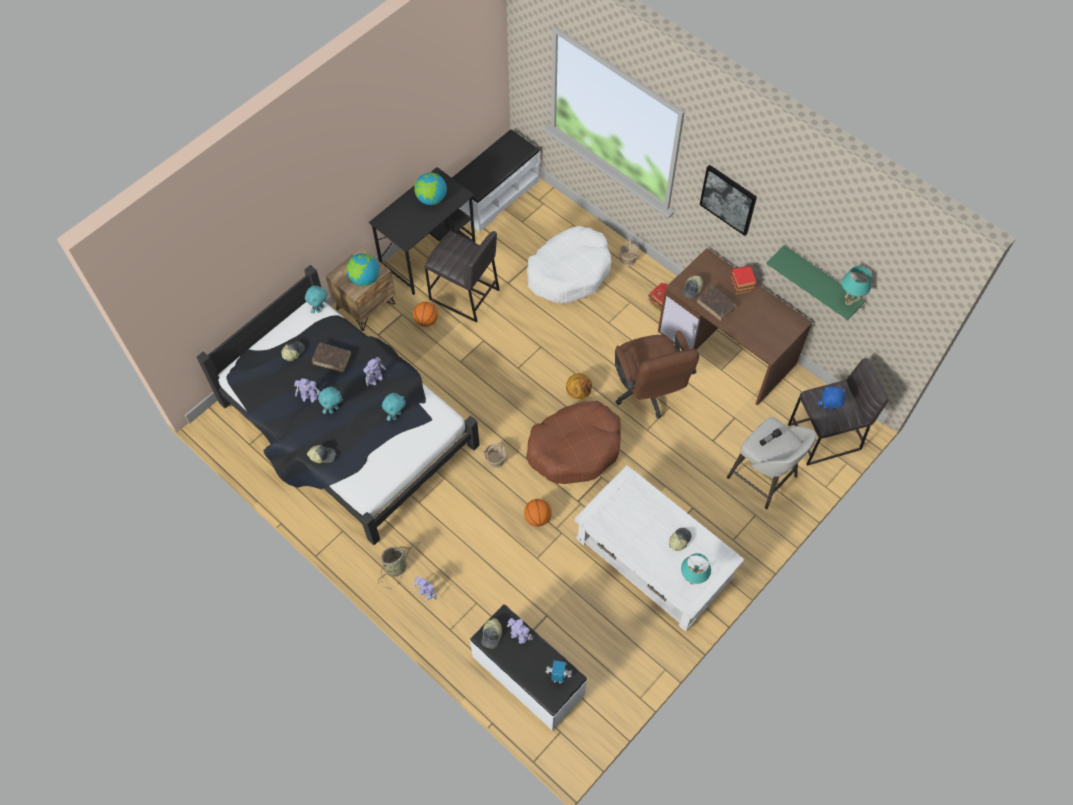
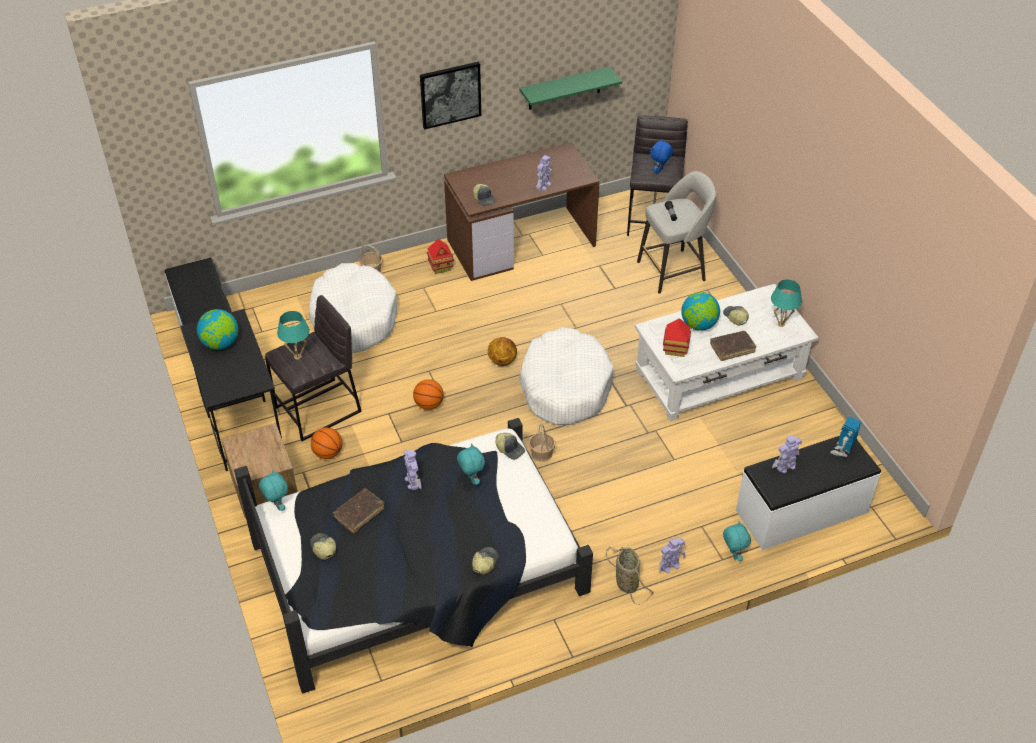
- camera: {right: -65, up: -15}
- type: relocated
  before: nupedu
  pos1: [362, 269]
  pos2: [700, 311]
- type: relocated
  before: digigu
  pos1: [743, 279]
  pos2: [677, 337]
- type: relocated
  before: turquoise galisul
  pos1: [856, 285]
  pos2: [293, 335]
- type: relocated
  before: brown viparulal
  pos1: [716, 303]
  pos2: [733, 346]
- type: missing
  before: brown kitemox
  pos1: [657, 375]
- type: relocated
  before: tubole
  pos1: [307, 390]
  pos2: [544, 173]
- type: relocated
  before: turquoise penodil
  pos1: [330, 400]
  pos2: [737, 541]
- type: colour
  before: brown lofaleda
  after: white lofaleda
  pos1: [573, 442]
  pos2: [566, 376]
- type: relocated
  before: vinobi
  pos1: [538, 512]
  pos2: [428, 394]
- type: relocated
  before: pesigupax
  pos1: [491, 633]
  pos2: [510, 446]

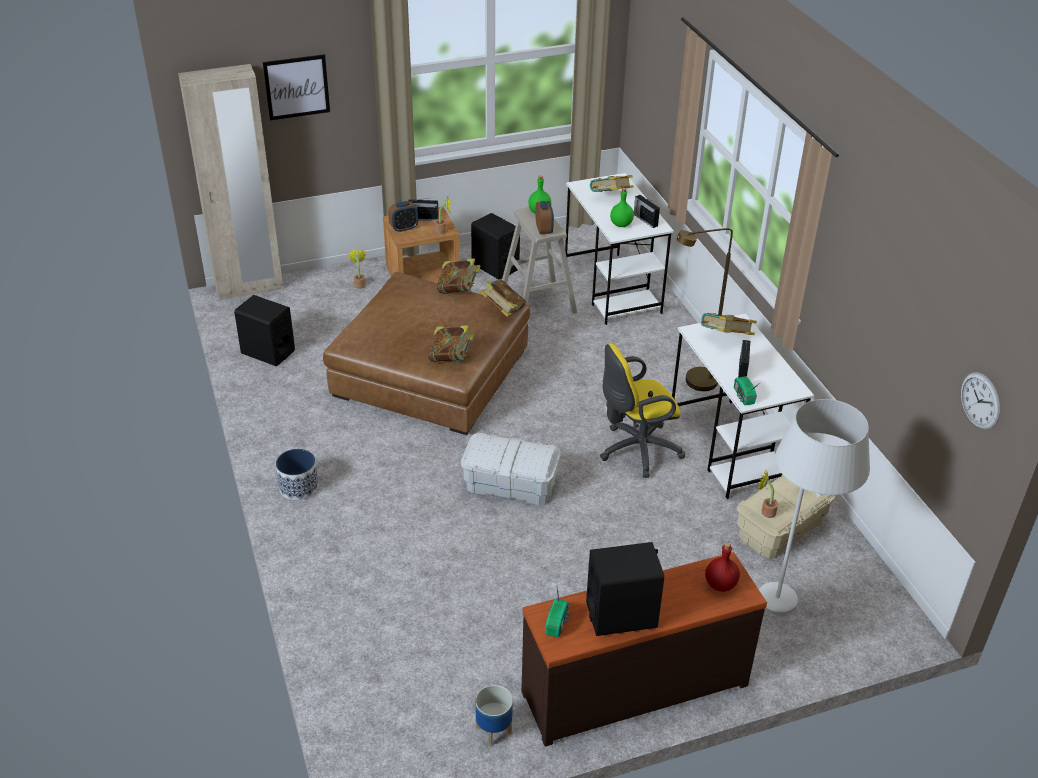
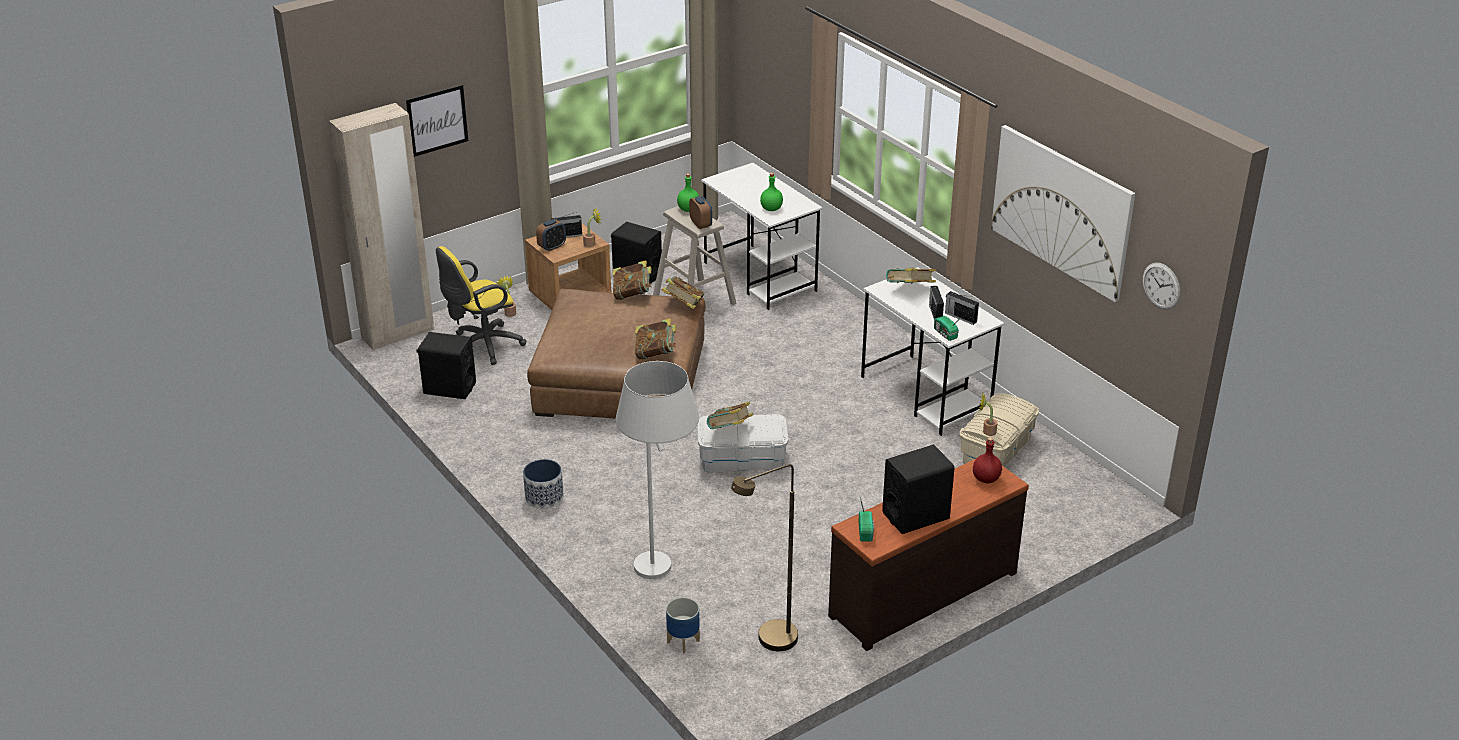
- camera: {right: -15, up: -5}
- type: relocated
  before: viparulal
  pos1: [612, 183]
  pos2: [730, 415]
- type: relocated
  before: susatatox
  pos1: [647, 211]
  pos2: [962, 308]
- type: relocated
  before: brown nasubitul
  pos1: [705, 309]
  pos2: [764, 557]
- type: relocated
  before: yellow kitemox
  pos1: [643, 410]
  pos2: [481, 305]
- type: relocated
  before: white nasubitul
  pos1: [814, 507]
  pos2: [657, 470]
- type: relocated
  before: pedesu
  pos1: [494, 715]
  pos2: [683, 625]
- type: appeared
  after: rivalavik
  pos2: [1063, 213]

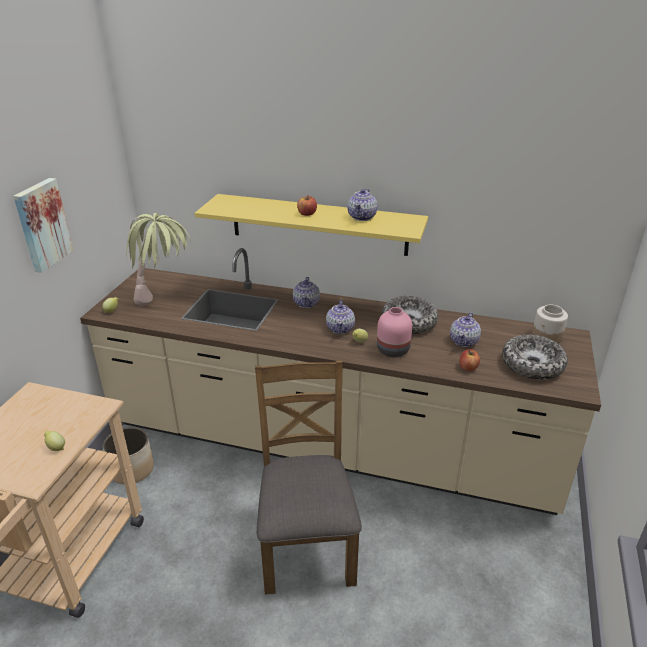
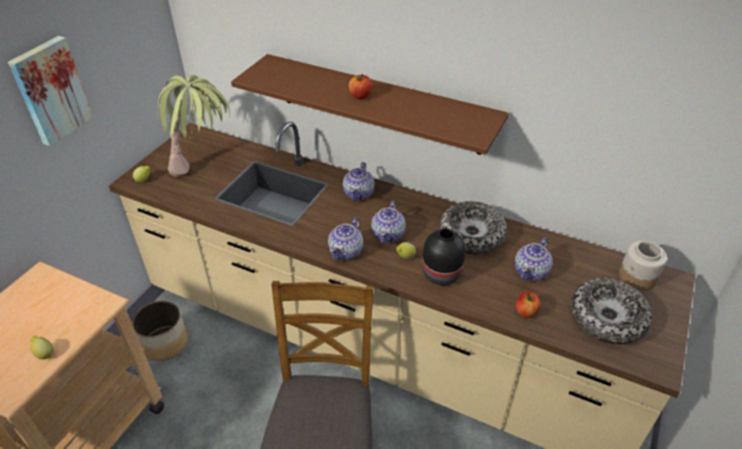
- camera: {right: 10, up: 10}
- type: relocated
  before: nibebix
  pos1: [362, 205]
  pos2: [345, 238]
- type: colour
  before: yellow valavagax
  after: brown valavagax
  pos1: [311, 225]
  pos2: [370, 104]
- type: colour
  before: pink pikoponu
  after: black pikoponu
  pos1: [394, 332]
  pos2: [444, 256]

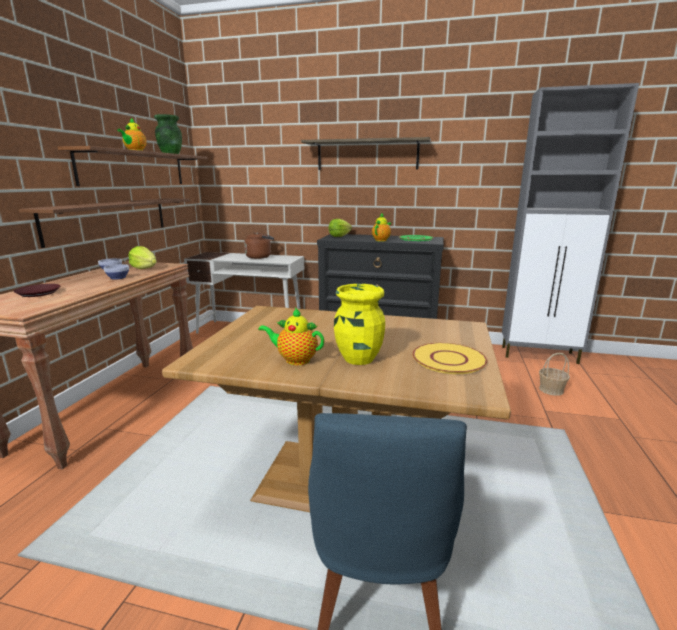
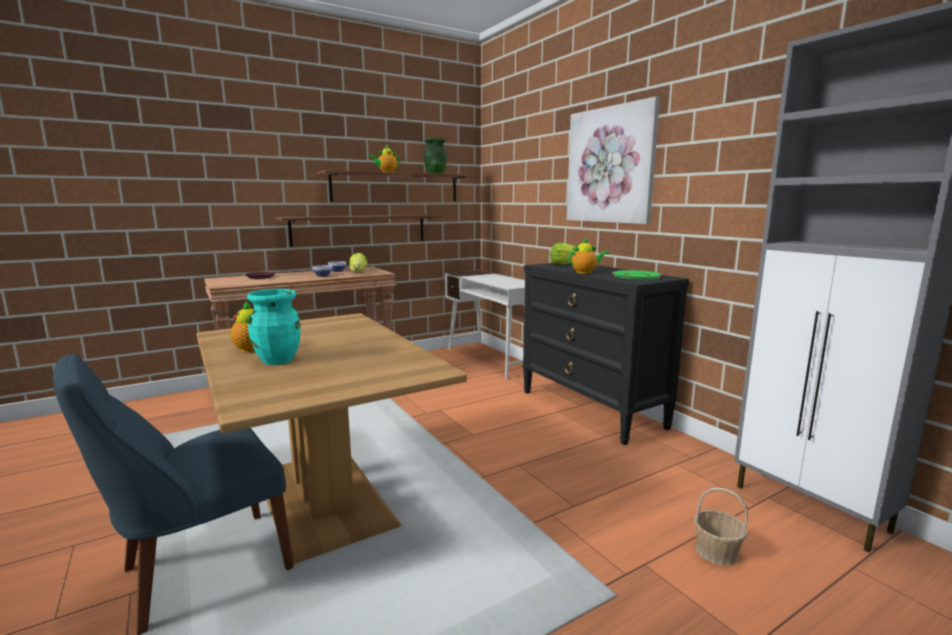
- camera: {right: 45, up: -5}
- type: exchanged
  before: valavagax
  after: rivalavik
  pos1: [366, 153]
  pos2: [613, 160]
- type: missing
  before: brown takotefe
  pos1: [259, 245]
- type: colour
  before: yellow pikoponu
  after: turquoise pikoponu
  pos1: [359, 324]
  pos2: [274, 327]
- type: missing
  before: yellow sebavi
  pos1: [450, 358]

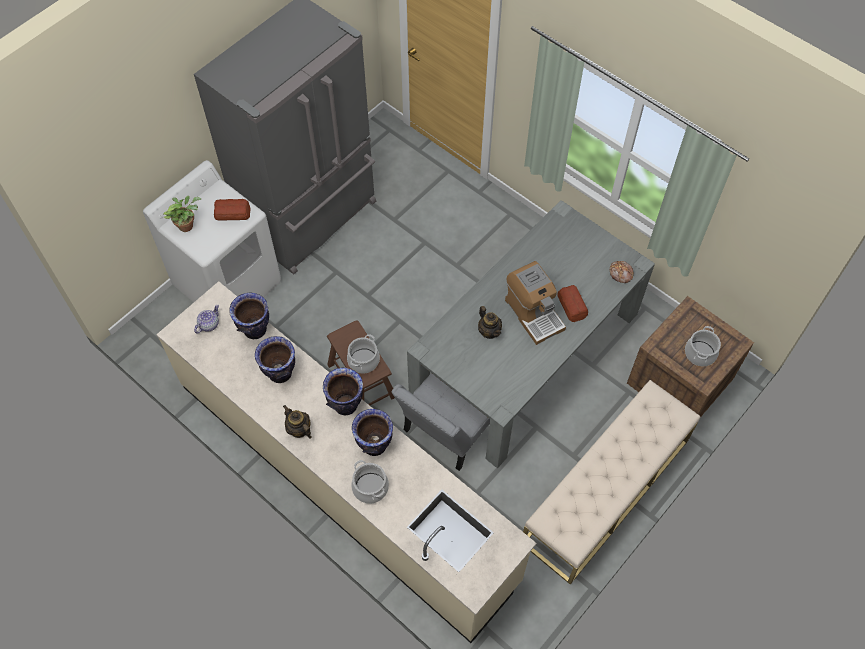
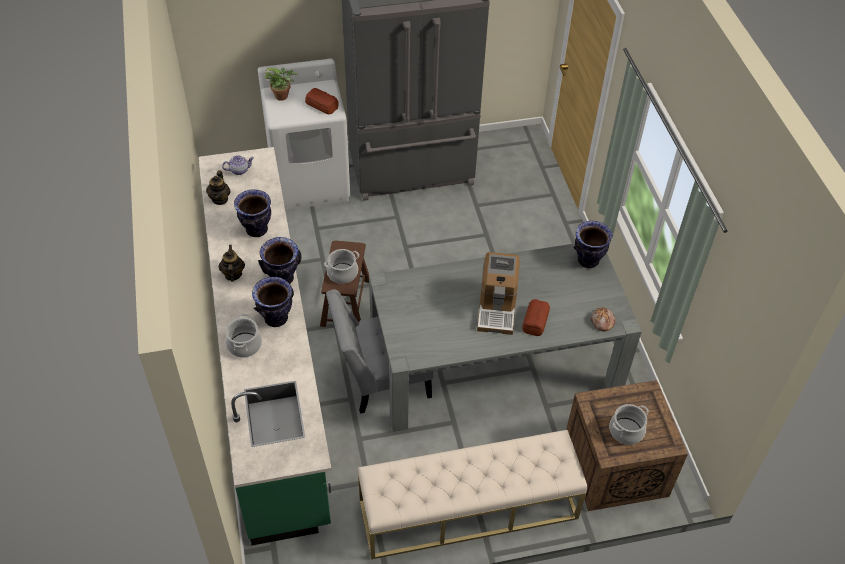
- camera: {right: 35, up: -10}
- type: colour
  before: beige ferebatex
  after: green ferebatex
  pos1: [346, 462]
  pos2: [265, 346]
- type: relocated
  before: pikoponu
  pos1: [249, 316]
  pos2: [593, 244]
- type: relocated
  before: nibebix
  pos1: [490, 322]
  pos2: [218, 188]

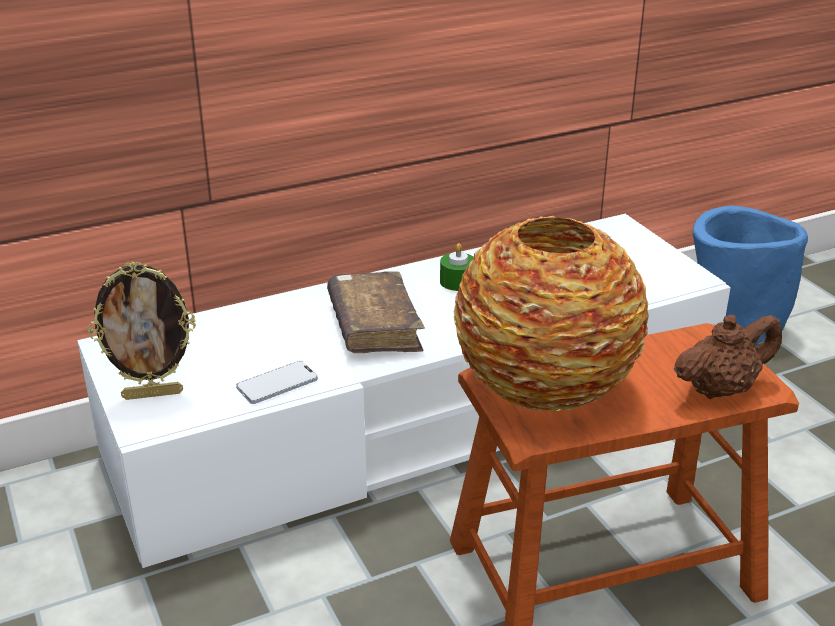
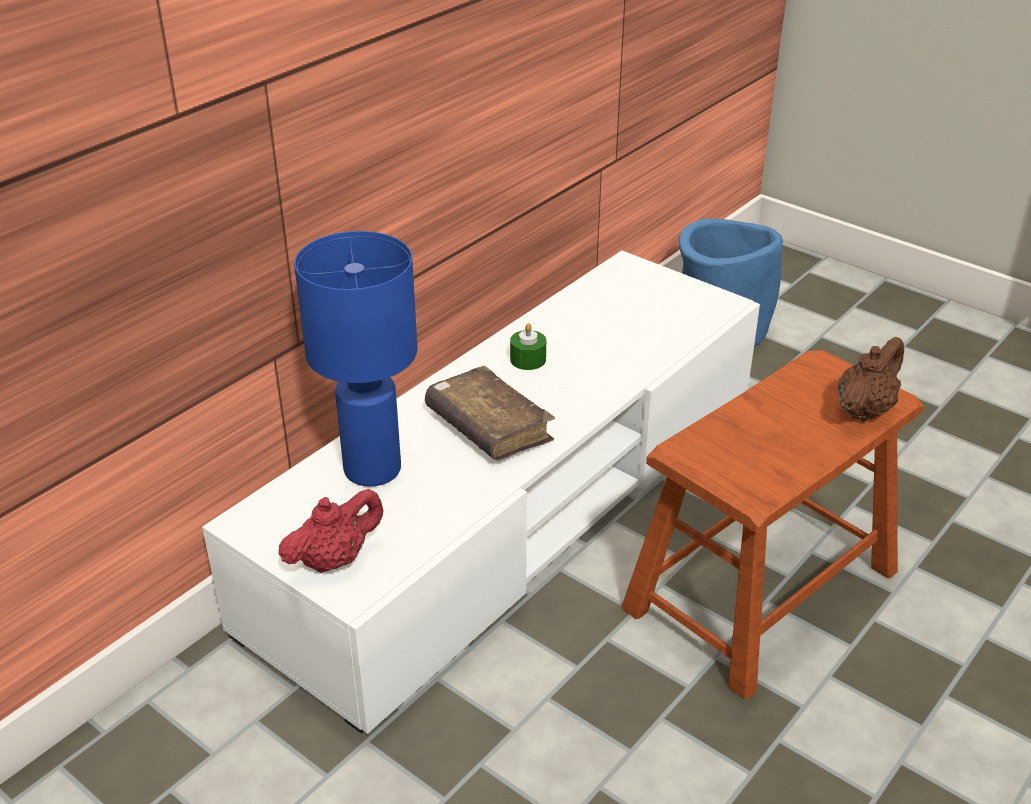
- camera: {right: -25, up: 5}
- type: missing
  before: pikoponu
  pos1: [551, 313]
- type: exchanged
  before: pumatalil
  after: red nibebix
  pos1: [142, 330]
  pos2: [331, 531]
- type: missing
  before: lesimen
  pos1: [277, 382]
- type: appeared
  after: blue galisul
  pos2: [356, 359]

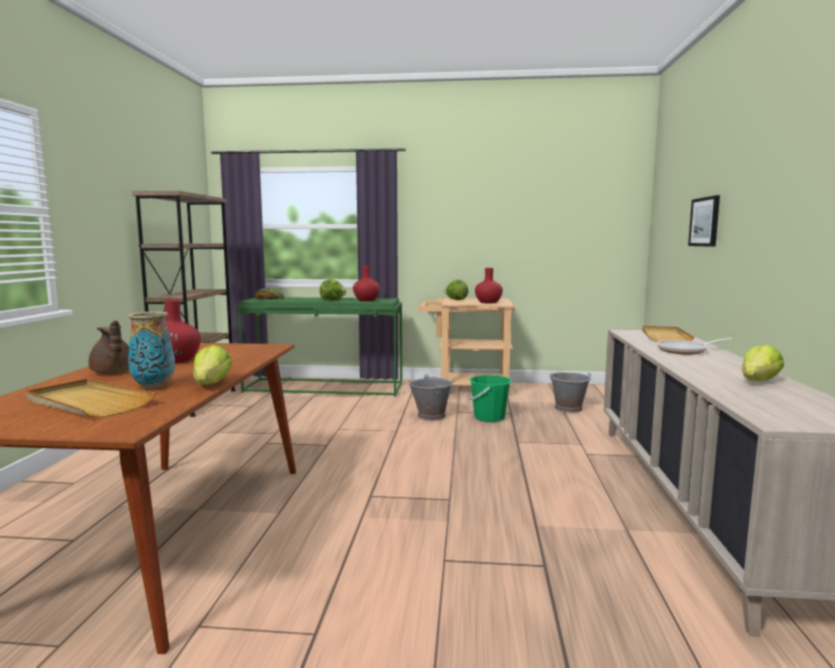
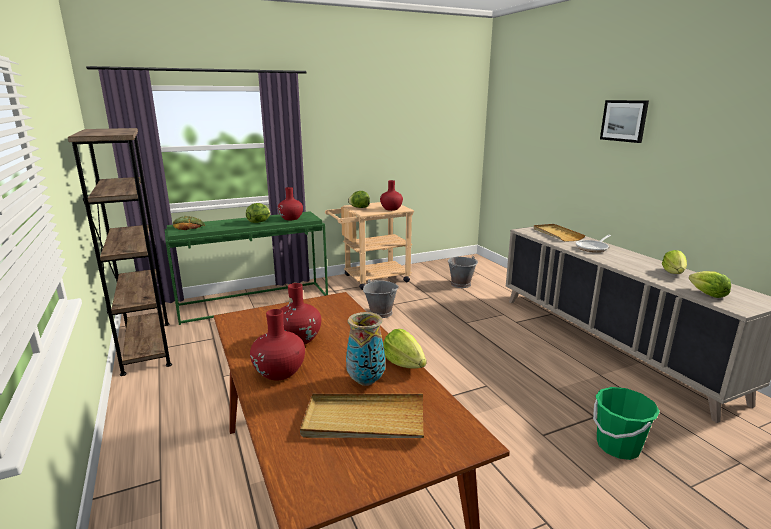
- camera: {right: -30, up: 10}
- type: relocated
  before: rivalavik
  pos1: [704, 221]
  pos2: [624, 121]
- type: exchanged
  before: brown nibebix
  after: red pikoponu
  pos1: [109, 346]
  pos2: [277, 344]
- type: relocated
  before: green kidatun
  pos1: [490, 398]
  pos2: [626, 423]
- type: appeared
  after: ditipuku
  pos2: [710, 284]

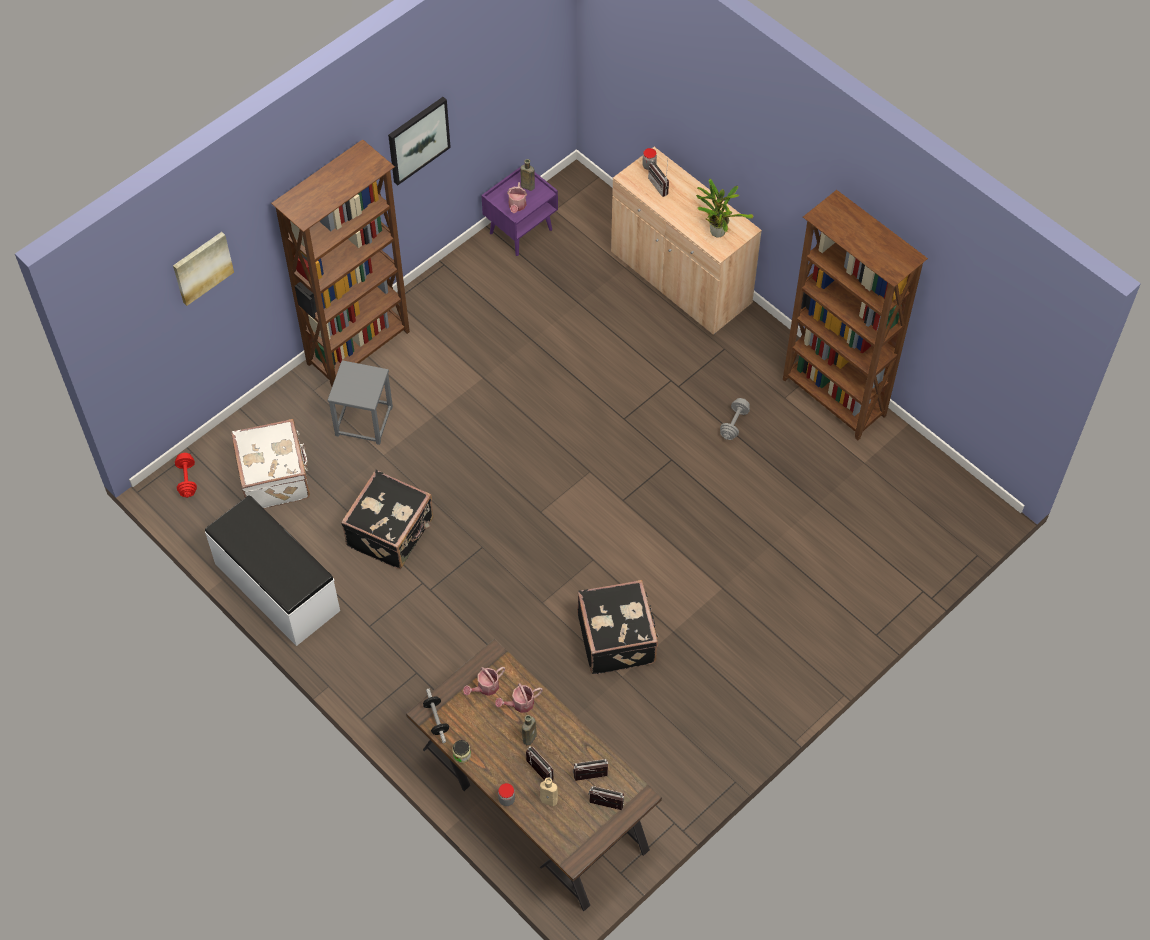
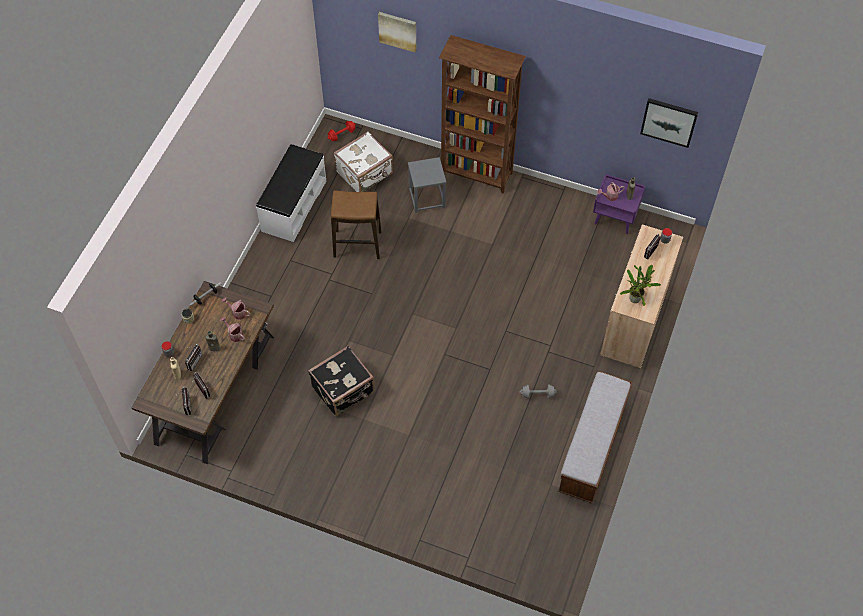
- camera: {right: 65, up: 0}
- type: relocated
  before: rivalavik
  pos1: [419, 141]
  pos2: [669, 123]
- type: exchanged
  before: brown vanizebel
  after: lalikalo
  pos1: [855, 315]
  pos2: [595, 437]
- type: exchanged
  before: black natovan
  after: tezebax
  pos1: [387, 519]
  pos2: [356, 225]

